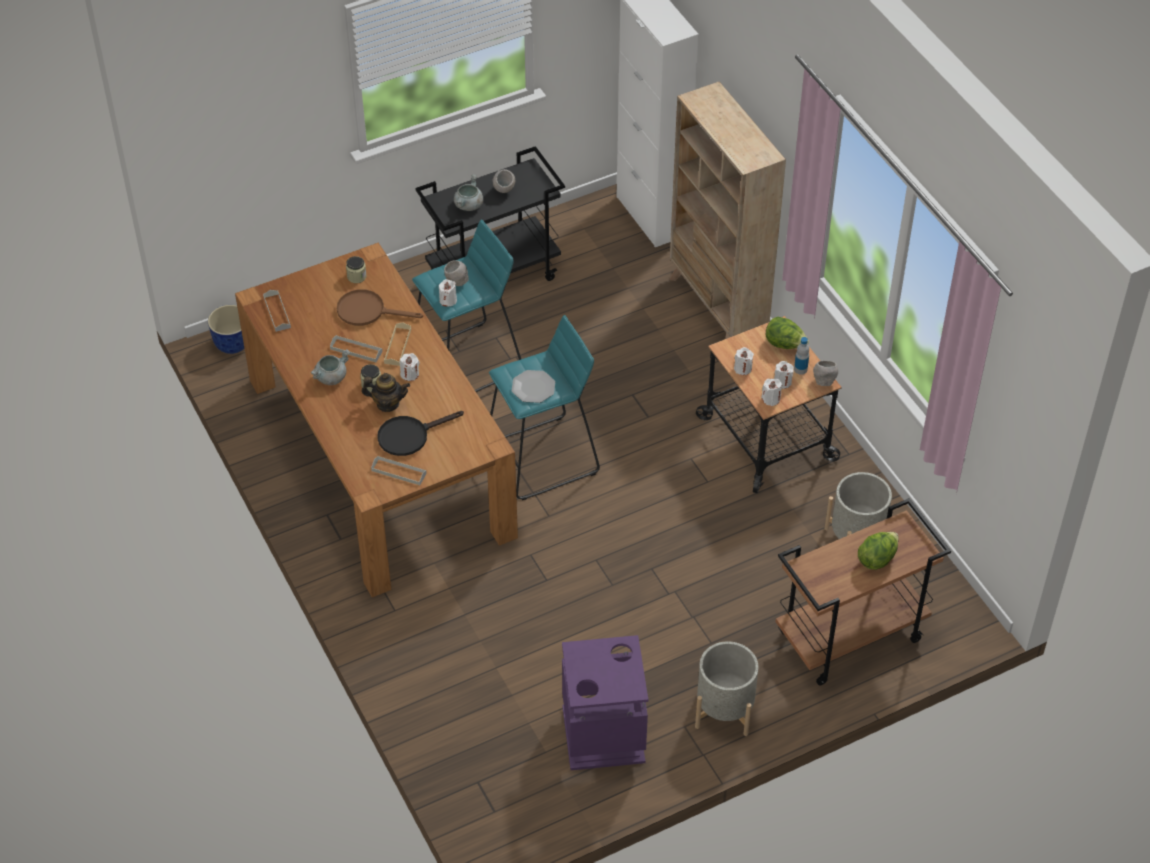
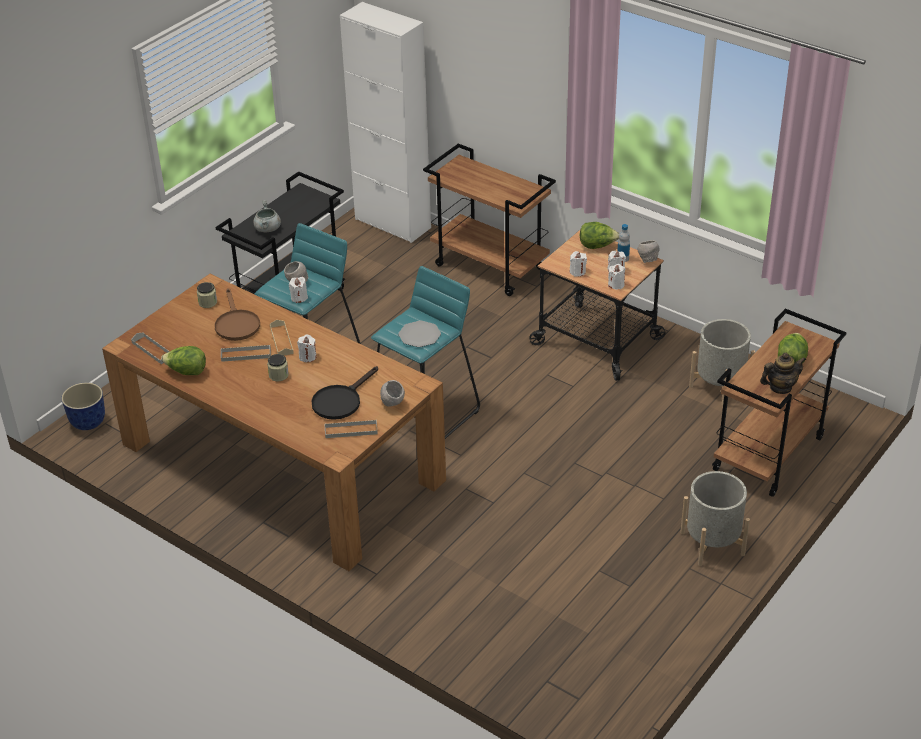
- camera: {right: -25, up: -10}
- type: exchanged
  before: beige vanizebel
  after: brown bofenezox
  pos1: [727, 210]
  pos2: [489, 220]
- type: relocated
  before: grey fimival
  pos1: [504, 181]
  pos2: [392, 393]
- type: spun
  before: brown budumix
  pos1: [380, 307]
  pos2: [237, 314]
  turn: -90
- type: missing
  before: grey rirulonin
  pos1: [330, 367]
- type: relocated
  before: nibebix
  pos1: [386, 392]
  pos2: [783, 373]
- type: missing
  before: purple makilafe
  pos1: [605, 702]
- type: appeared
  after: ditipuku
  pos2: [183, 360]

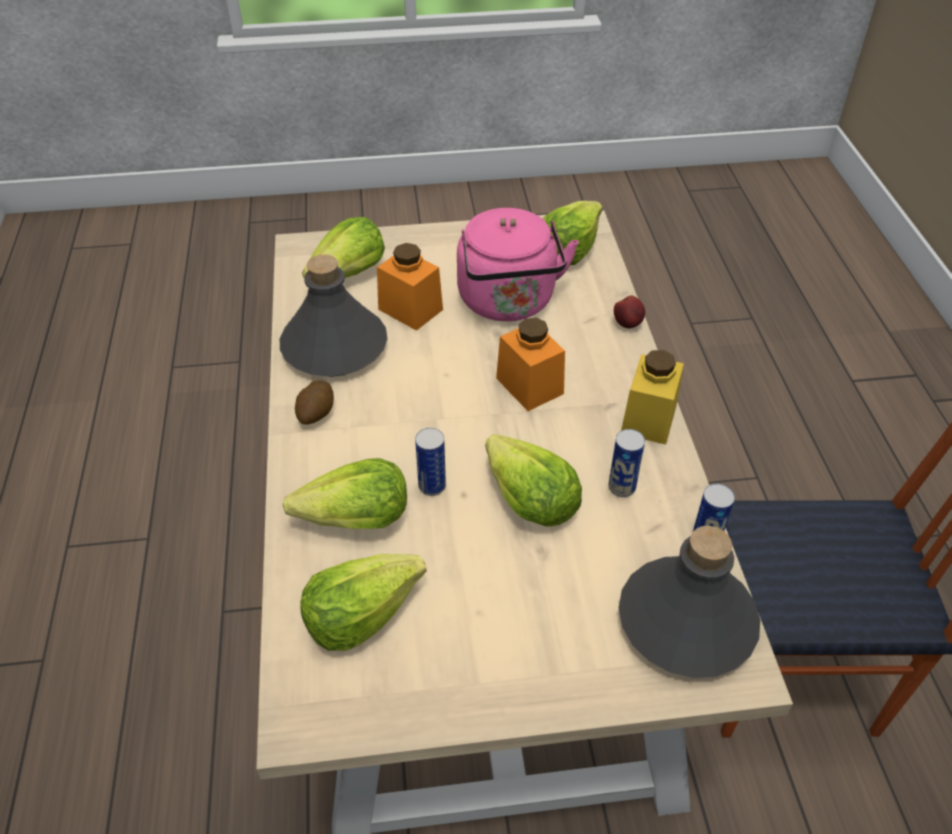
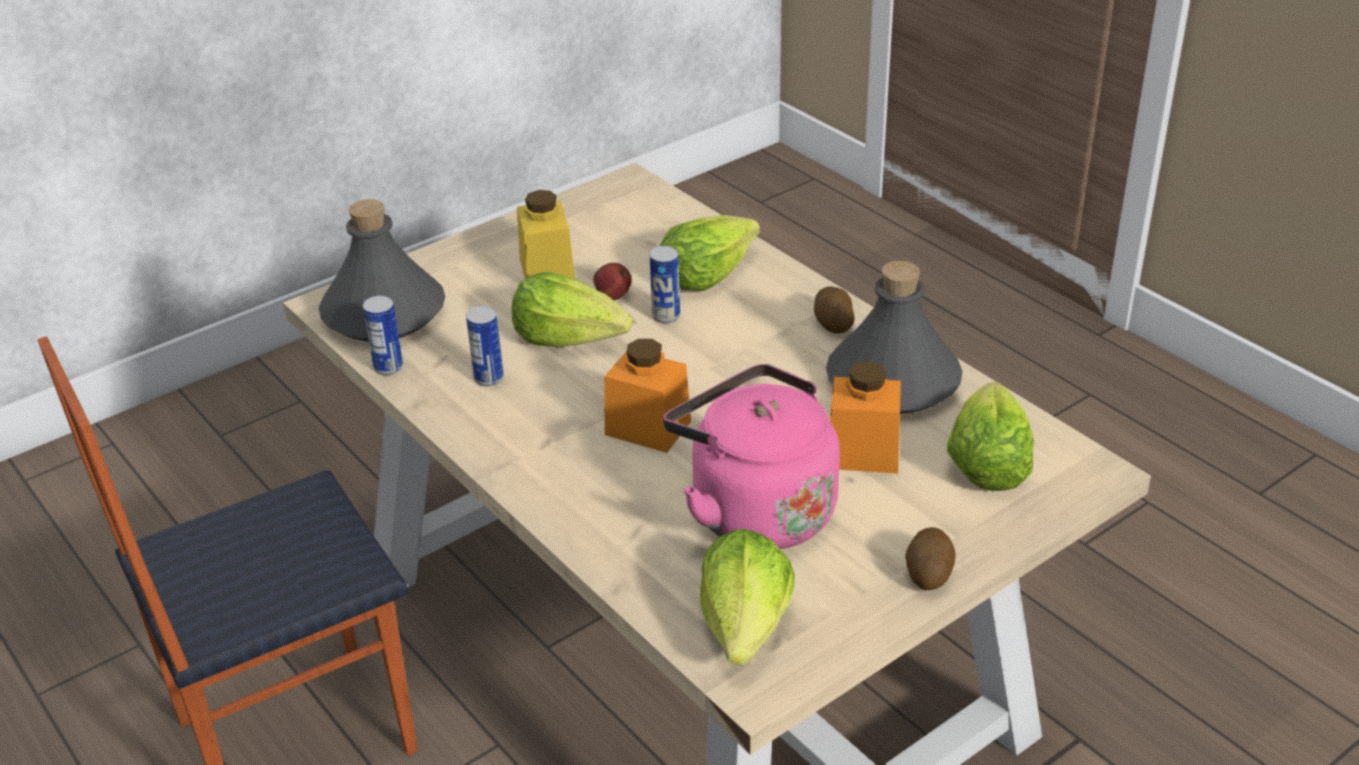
- camera: {right: 150, up: -10}
- type: relocated
  before: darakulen
  pos1: [629, 311]
  pos2: [612, 282]
- type: relocated
  before: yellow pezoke
  pos1: [652, 397]
  pos2: [546, 234]
- type: missing
  before: ditipuku
  pos1: [363, 602]
- type: appeared
  after: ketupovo
  pos2: [930, 558]

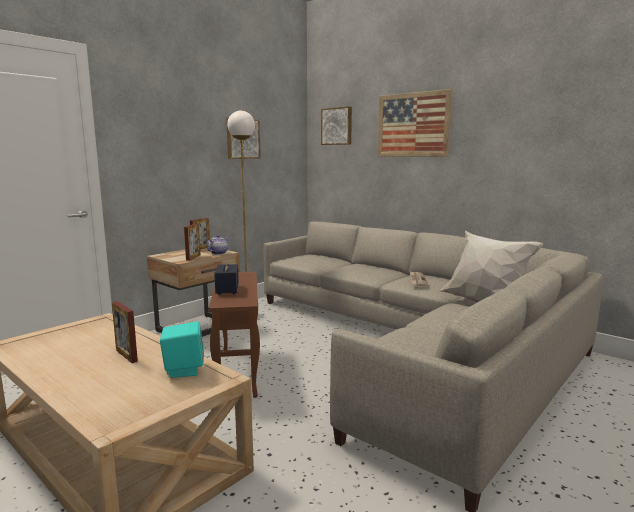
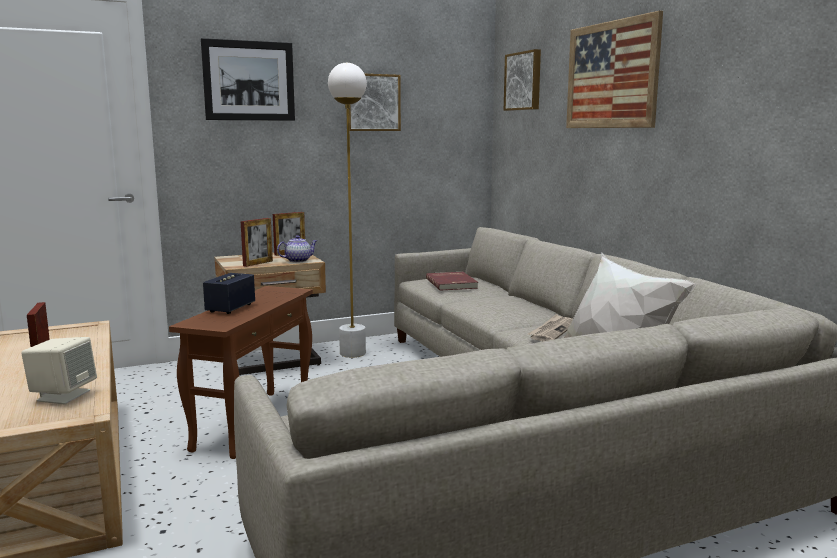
- camera: {right: 25, up: 0}
- type: colour
  before: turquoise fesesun
  after: beige fesesun
  pos1: [182, 350]
  pos2: [59, 370]
- type: appeared
  after: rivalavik
  pos2: [248, 79]
- type: appeared
  after: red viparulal
  pos2: [452, 281]

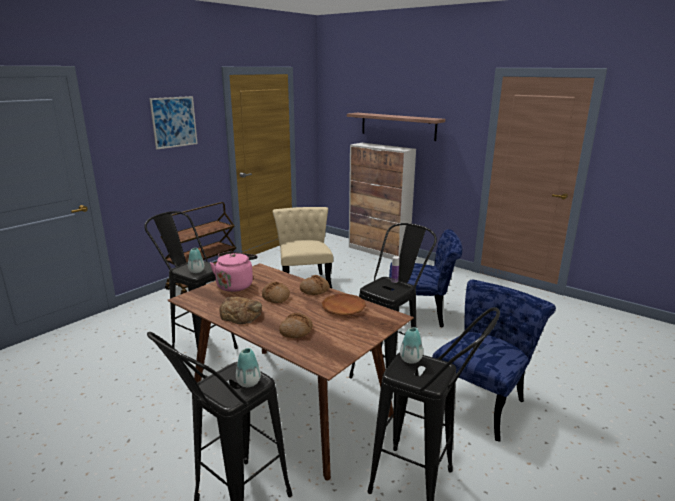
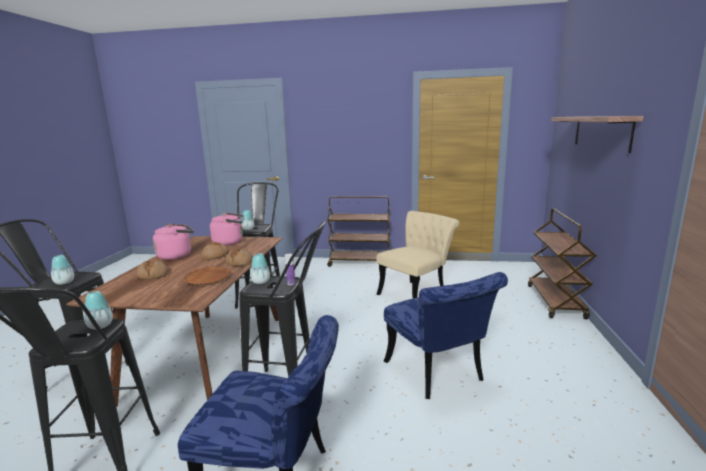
- camera: {right: 60, up: -5}
- type: missing
  before: rivalavik
  pos1: [173, 123]
- type: exchanged
  before: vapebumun
  after: brown bofenezox
  pos1: [382, 201]
  pos2: [562, 263]
- type: exchanged
  before: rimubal
  after: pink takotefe
  pos1: [240, 310]
  pos2: [173, 242]
- type: appeared
  after: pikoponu
  pos2: [260, 268]

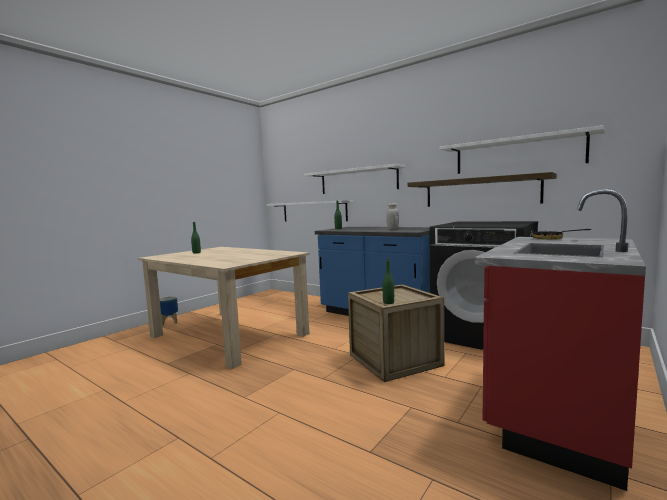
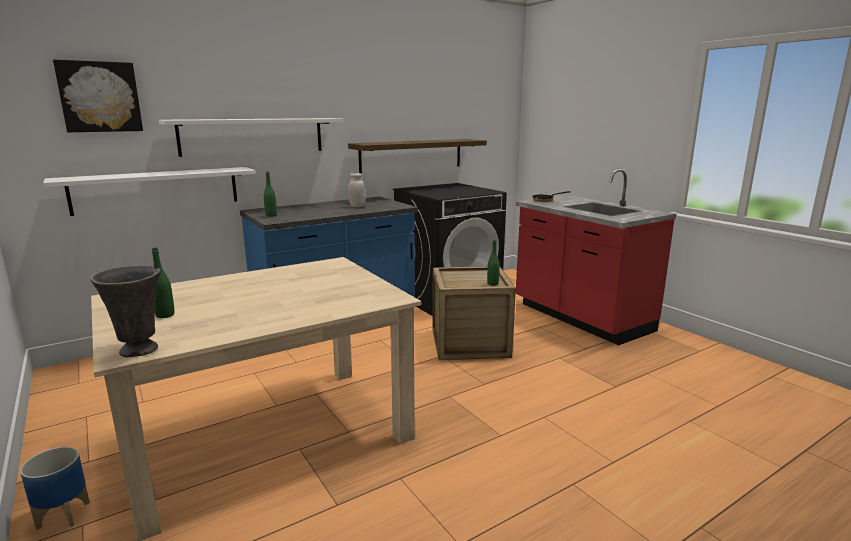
- camera: {right: -70, up: 10}
- type: missing
  before: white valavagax
  pos1: [522, 149]
- type: appeared
  after: rivalavik
  pos2: [98, 96]
- type: appeared
  after: grey pikoponu
  pos2: [125, 311]

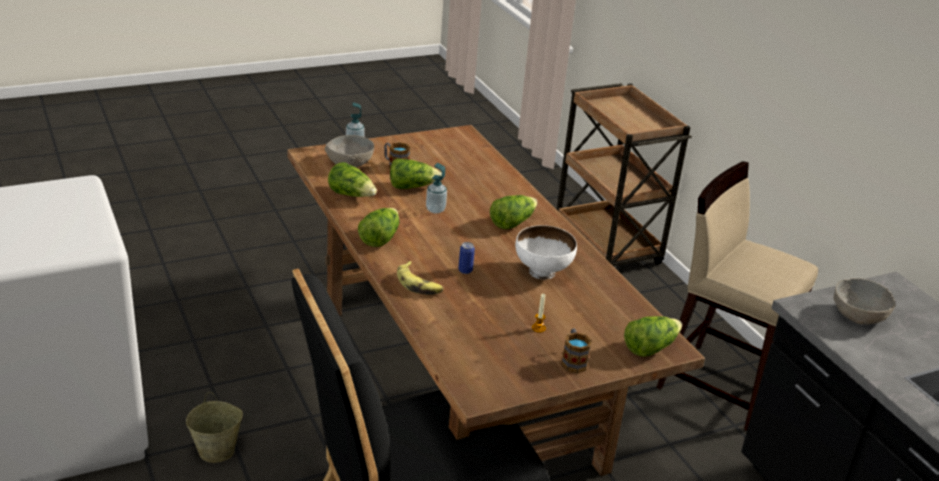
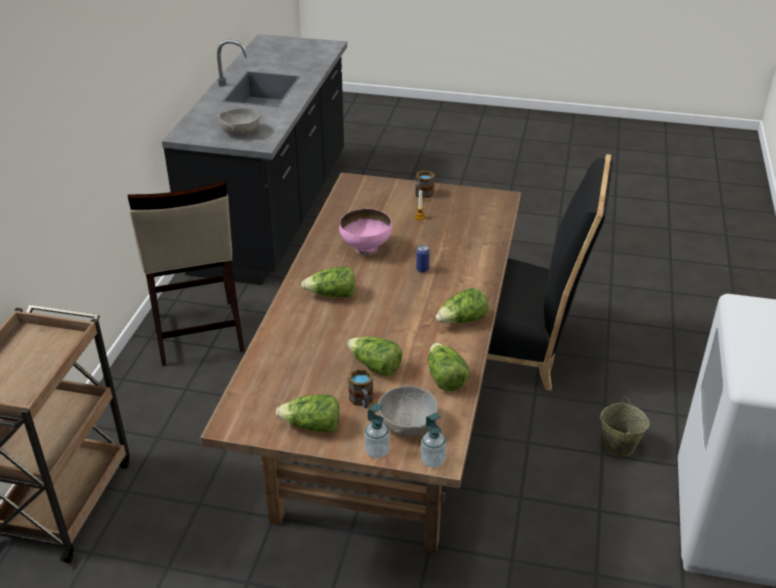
- camera: {right: -140, up: 5}
- type: relocated
  before: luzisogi
  pos1: [436, 188]
  pos2: [433, 440]
- type: colour
  before: white fimival
  after: pink fimival
  pos1: [546, 252]
  pos2: [365, 232]
- type: missing
  before: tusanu
  pos1: [420, 278]
- type: relocated
  before: ditipuku
  pos1: [653, 336]
  pos2: [308, 413]

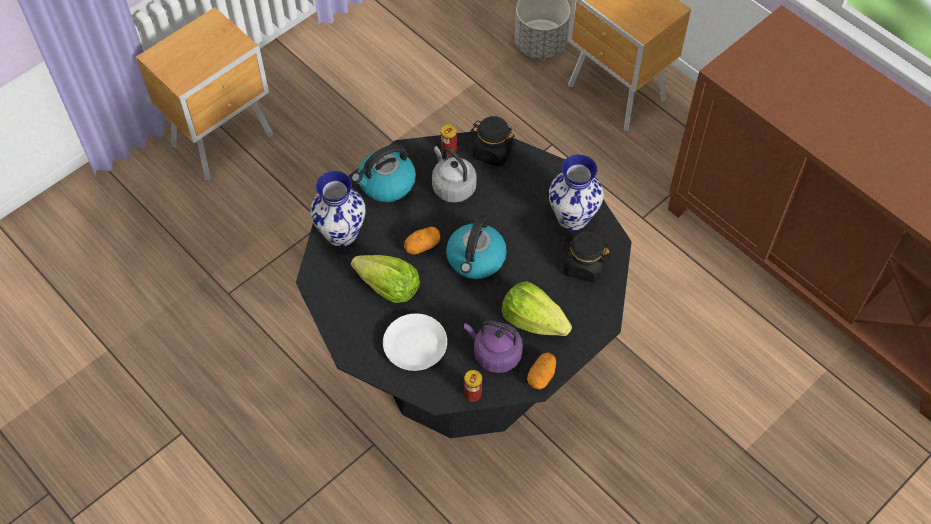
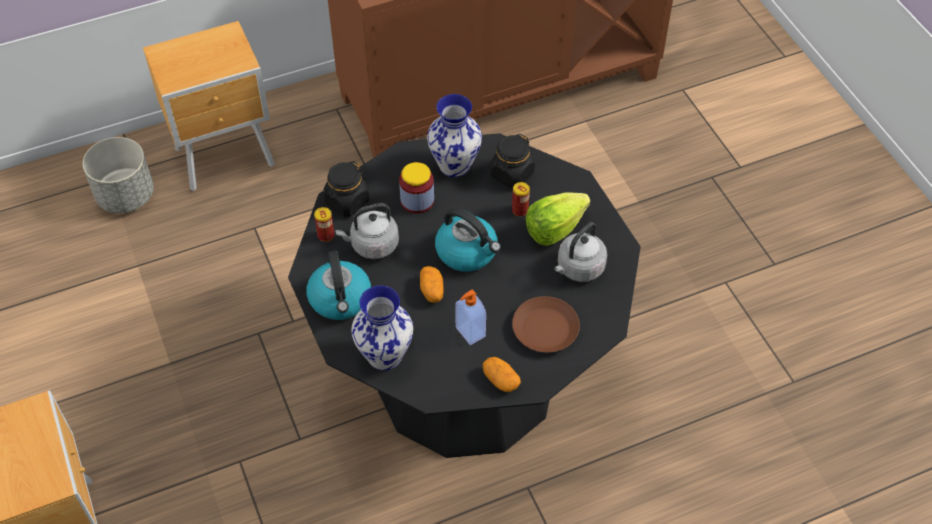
- camera: {right: -70, up: -5}
- type: exchanged
  before: ditipuku
  after: luzisogi
  pos1: [385, 279]
  pos2: [470, 317]
- type: colour
  before: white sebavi
  after: brown sebavi
  pos1: [415, 342]
  pos2: [546, 324]
- type: colour
  before: purple takotefe
  after: grey takotefe
  pos1: [493, 347]
  pos2: [580, 252]
- type: relocated
  before: ketupovo
  pos1: [541, 371]
  pos2: [502, 374]
- type: relocated
  before: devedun
  pos1: [473, 385]
  pos2: [521, 199]
- type: appeared
  after: pezoke
  pos2: [416, 187]

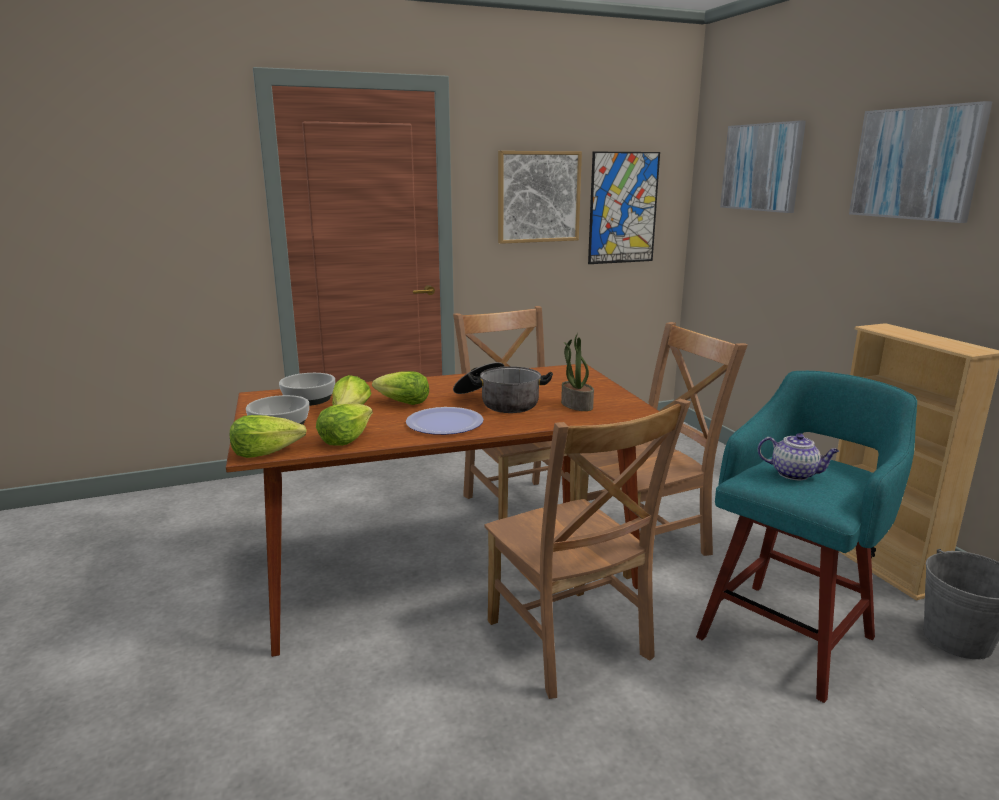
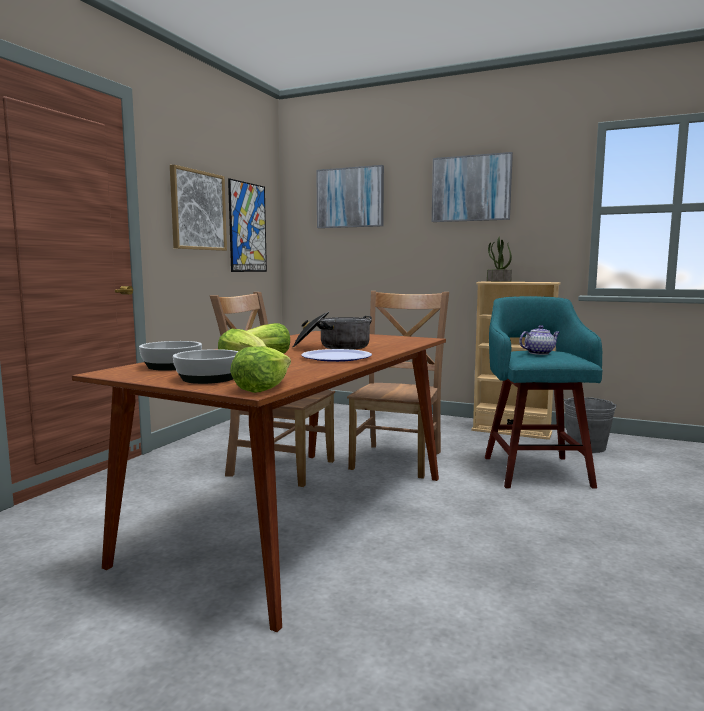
- camera: {right: -45, up: -10}
- type: relocated
  before: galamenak
  pos1: [577, 372]
  pos2: [499, 259]
- type: missing
  before: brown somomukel
  pos1: [587, 549]
- type: missing
  before: ditipuku
  pos1: [344, 424]

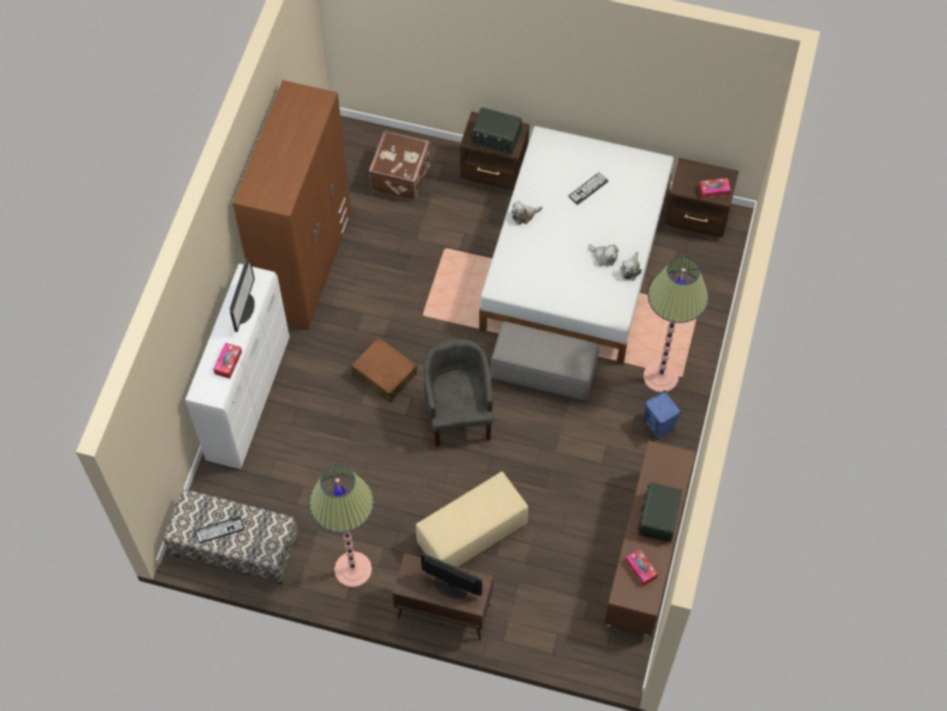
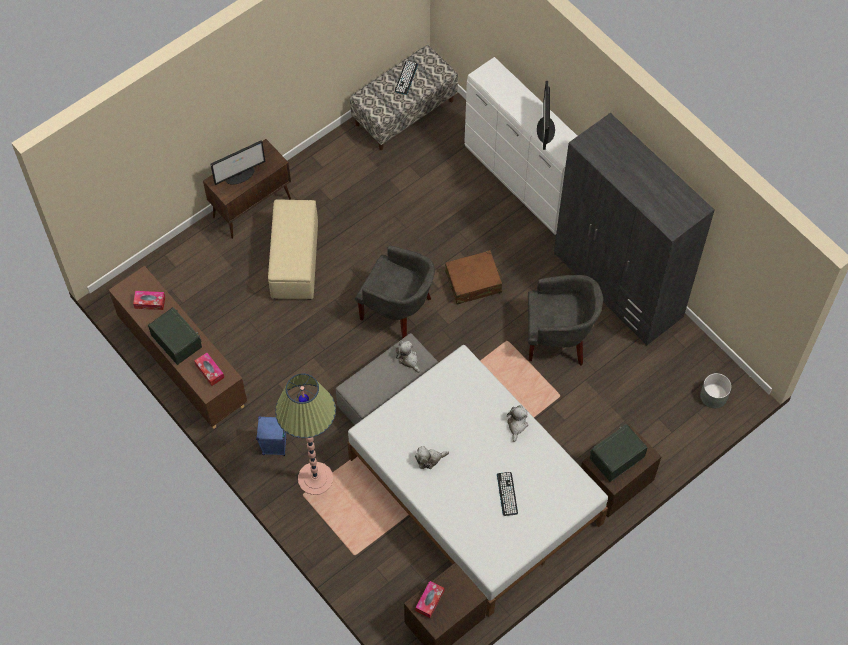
- camera: {right: 125, up: 0}
- type: colour
  before: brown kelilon
  after: grey kelilon
  pos1: [292, 205]
  pos2: [634, 229]
- type: missing
  before: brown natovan
  pos1: [400, 165]
- type: relocated
  before: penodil
  pos1: [631, 266]
  pos2: [408, 357]
- type: spun
  before: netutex
  pos1: [242, 295]
  pos2: [546, 115]
  turn: 45
- type: relocated
  before: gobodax
  pos1: [227, 361]
  pos2: [209, 369]
- type: missing
  before: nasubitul
  pos1: [341, 526]
- type: appeared
  after: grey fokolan
  pos2: [565, 320]
- type: appeared
  after: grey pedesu
  pos2: [716, 390]

